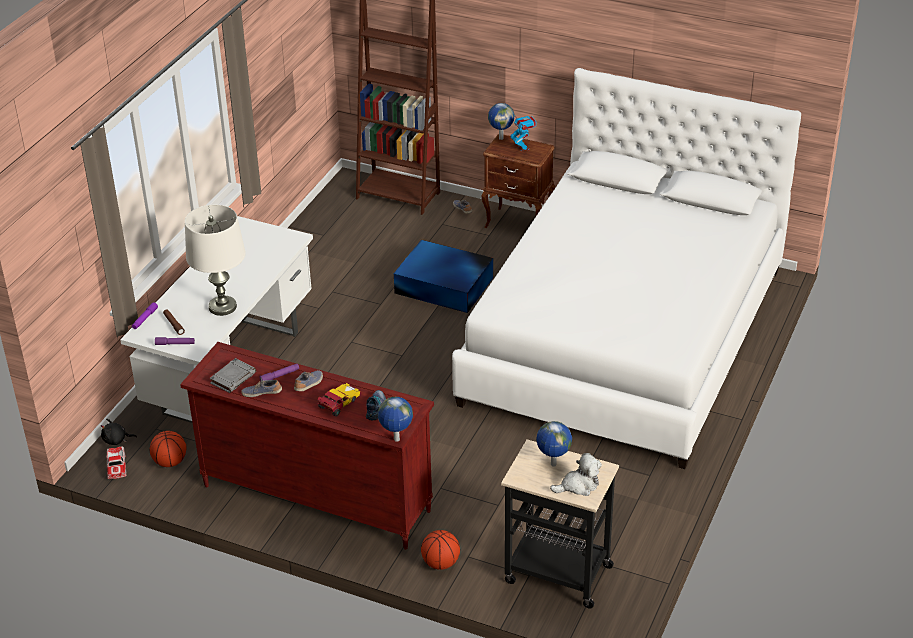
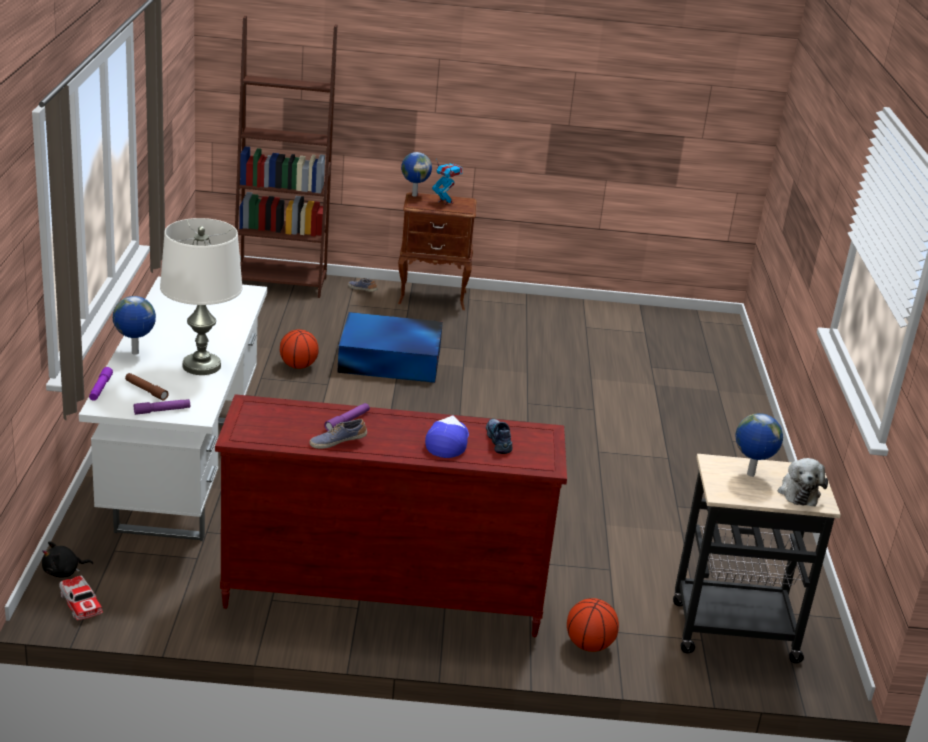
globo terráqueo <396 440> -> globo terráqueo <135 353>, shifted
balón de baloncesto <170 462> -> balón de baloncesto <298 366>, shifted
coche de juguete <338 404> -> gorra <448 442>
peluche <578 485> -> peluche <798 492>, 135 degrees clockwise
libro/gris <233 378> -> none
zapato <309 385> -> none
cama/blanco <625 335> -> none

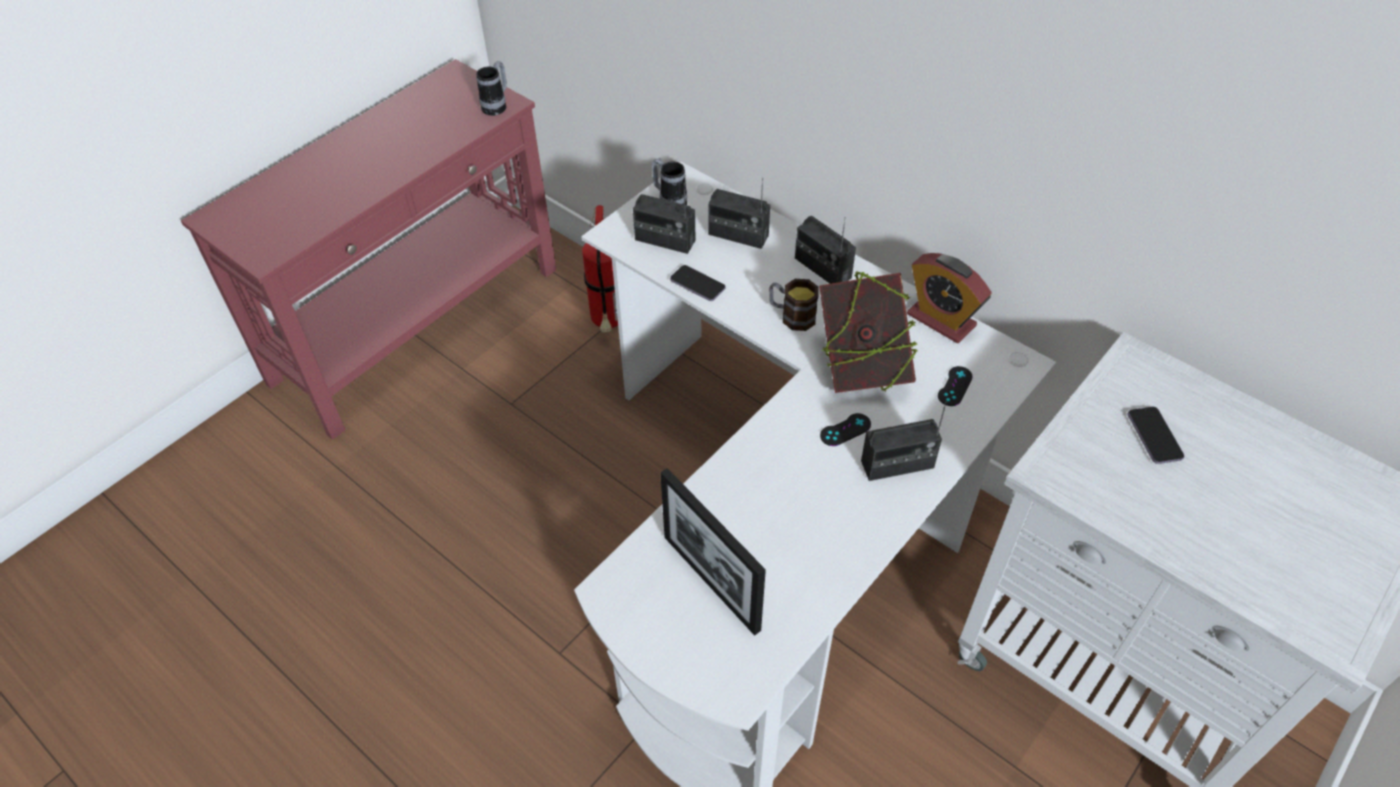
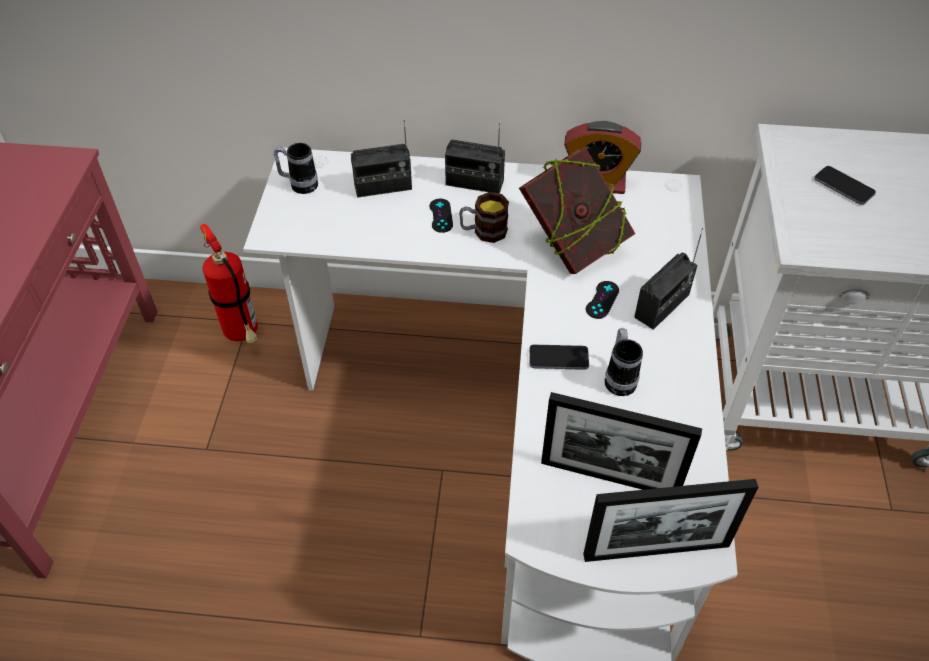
mando de consola/negro <955 386> -> mando de consola/negro <441 215>, shifted
móvil <697 284> -> móvil <558 358>, shifted
none -> portarretratos <656 550>
taza grande <497 106> -> taza grande <619 378>, shifted
radio <665 240> -> none

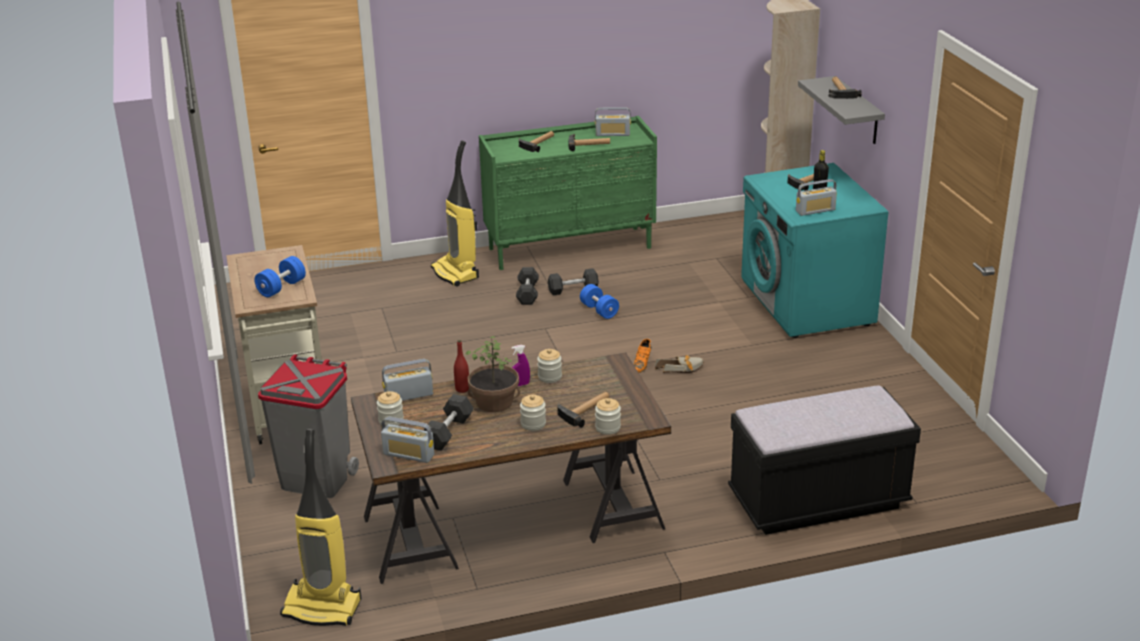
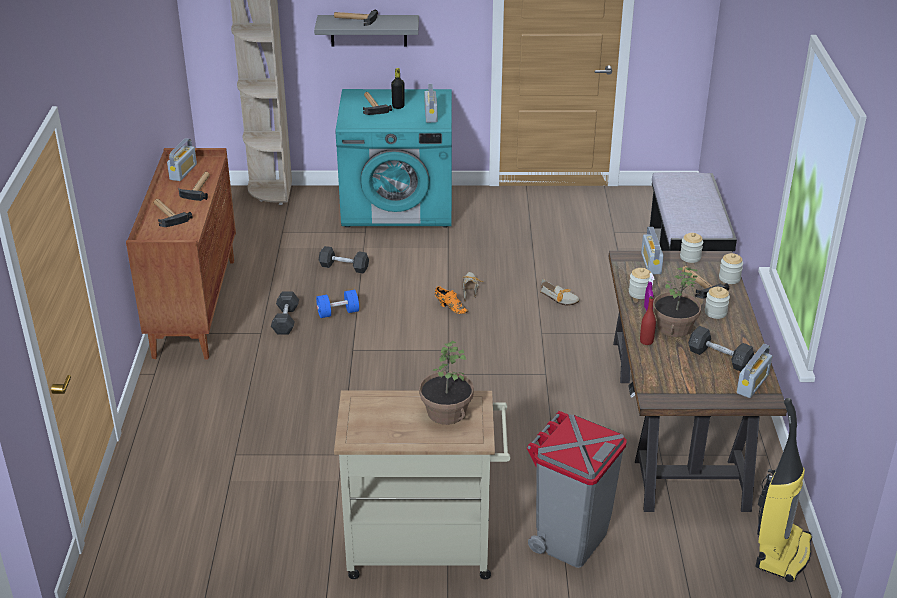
armario/verde <571 248> -> armario/marrón <195 307>
mancuerna/gris <527 293> -> mancuerna/gris <344 267>, shifted
mancuerna/azul <281 288> -> planta en maceta <446 412>
none -> zapato <560 299>
radio <408 396> -> radio <651 263>, shifted
tarro <391 420> -> tarro <690 257>, shifted
aspiradora <456 273> -> none

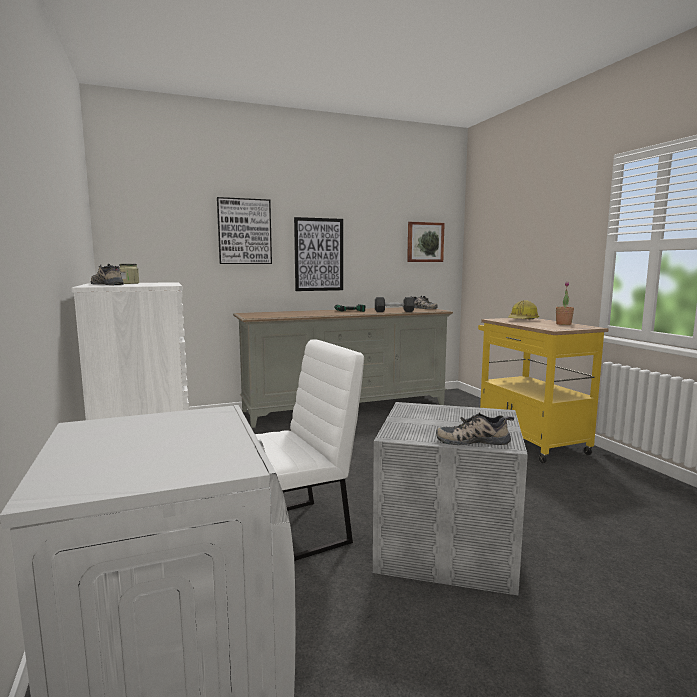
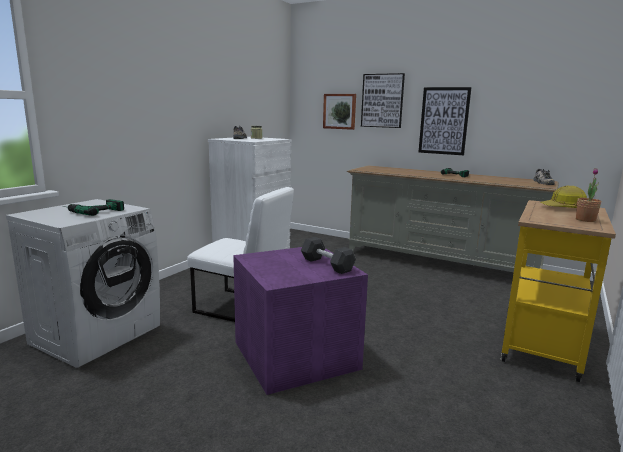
none -> taladro <92 211>
caja de almacenaje/gris <448 546> -> caja de almacenaje/morado <294 356>
mancuerna/negro <394 311> -> mancuerna/negro <327 265>, shifted
cuadro <425 242> -> cuadro <339 111>, shifted
zapato <473 440> -> none

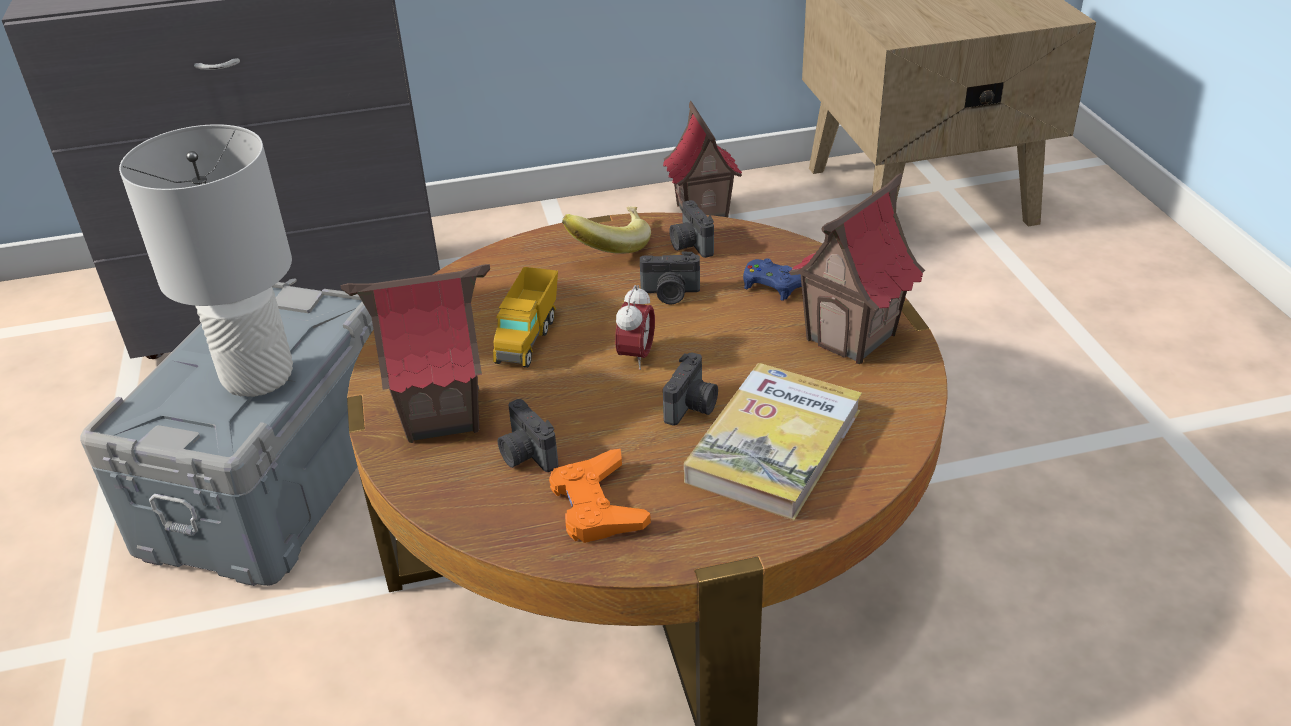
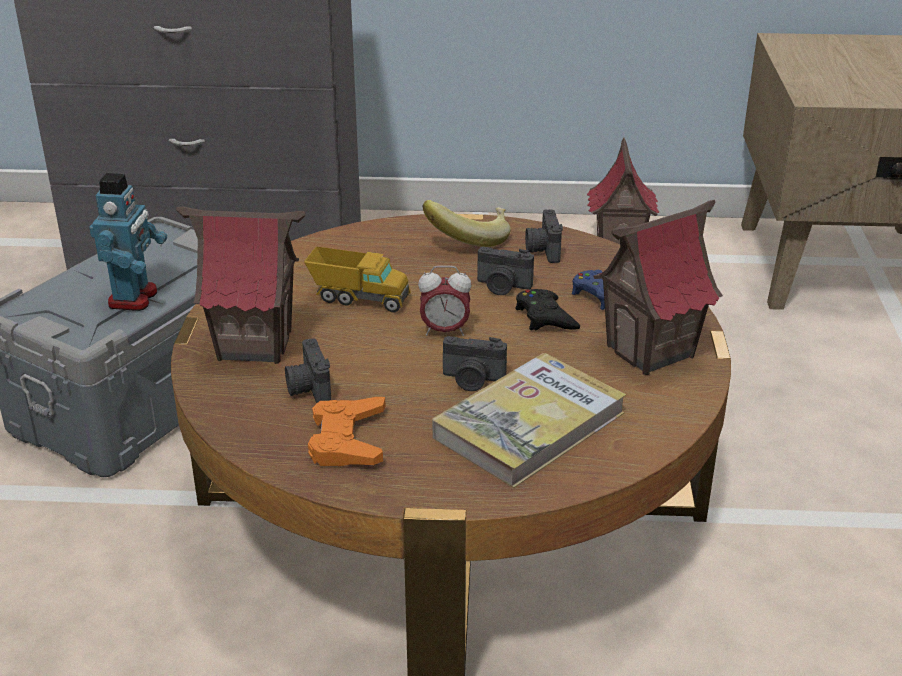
lámpara de mesa/gris <259 381> -> robot de juguete <134 298>
camión de juguete <528 338> -> camión de juguete <359 299>, 105 degrees counterclockwise
despertador <636 356> -> despertador <444 331>, 60 degrees clockwise
cámara <692 407> -> cámara <472 380>, 60 degrees clockwise
none -> mando de consola/negro <545 317>

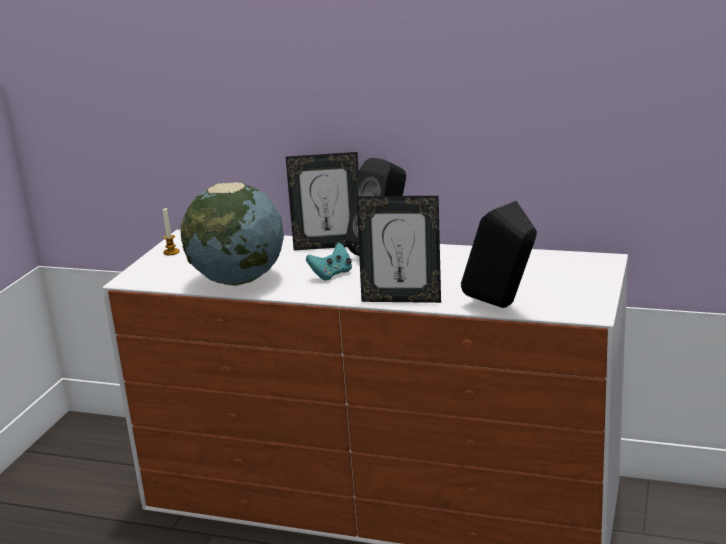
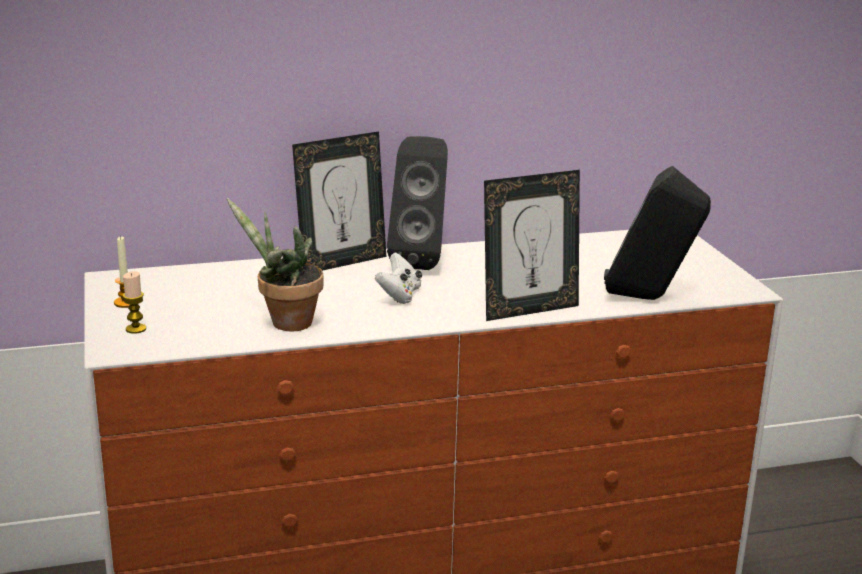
none -> vela <136 329>
globo terráqueo <238 280> -> planta en maceta <285 323>
mando de consola/turquesa <331 274> -> mando de consola/blanco <399 296>

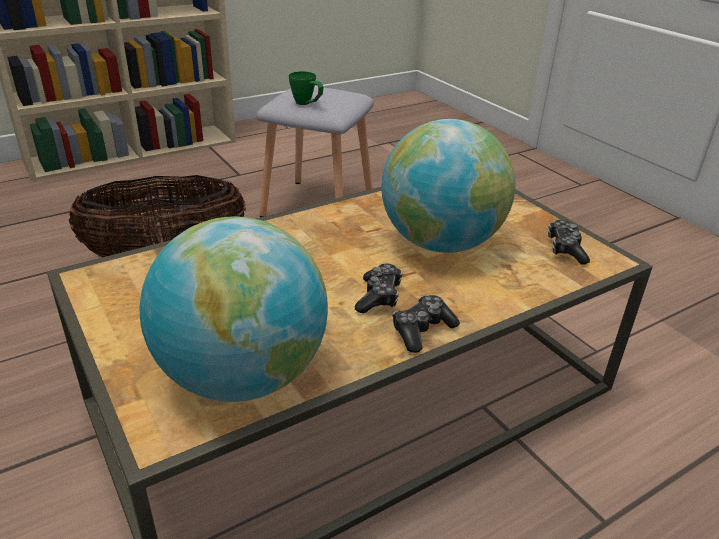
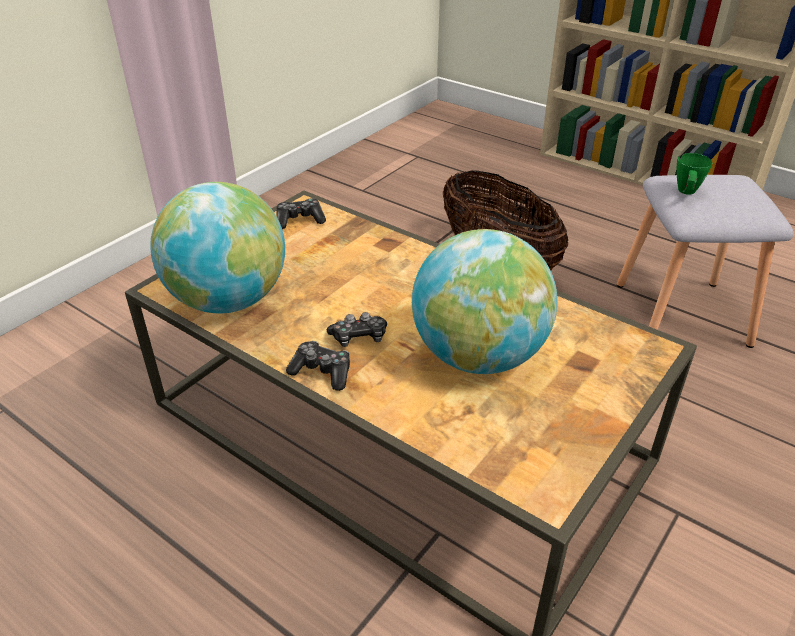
mando de consola <565 249> -> mando de consola <299 220>, shifted

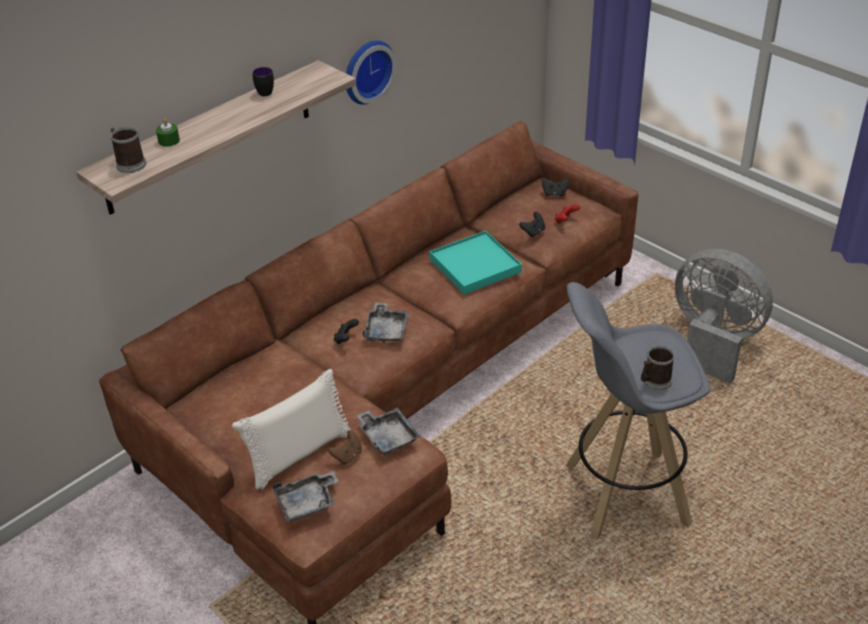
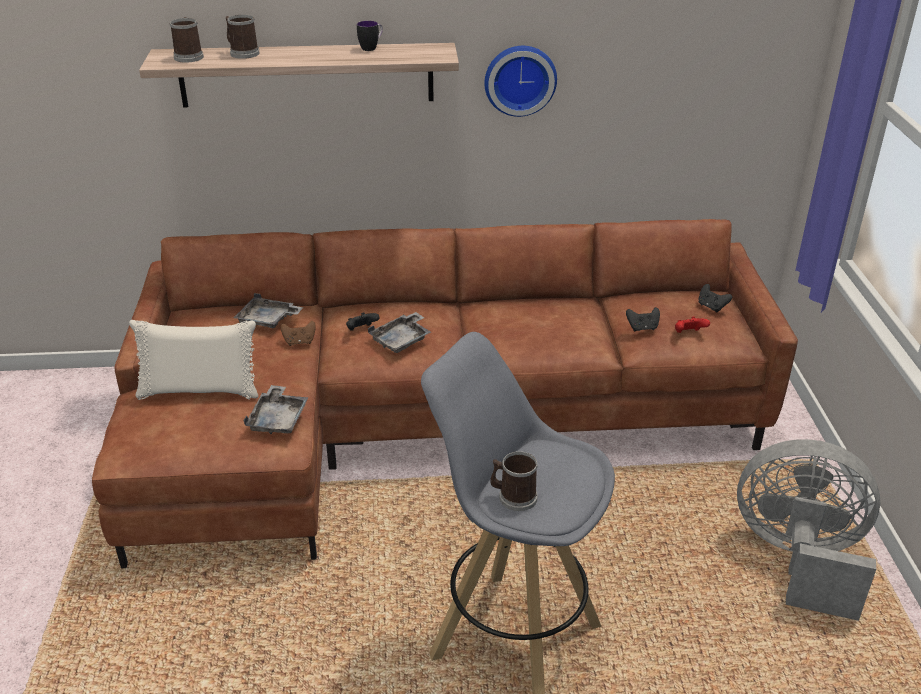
vela/verde <169 141> -> taza grande <242 53>
bandeja/gris <307 503> -> bandeja/gris <268 320>, shifted
mando de consola/marrón <347 456> -> mando de consola/marrón <299 342>, shifted
ventilador/gris <713 342> -> ventilador/gris <798 559>, 60 degrees counterclockwise
bandeja/turquesa <475 266> -> none

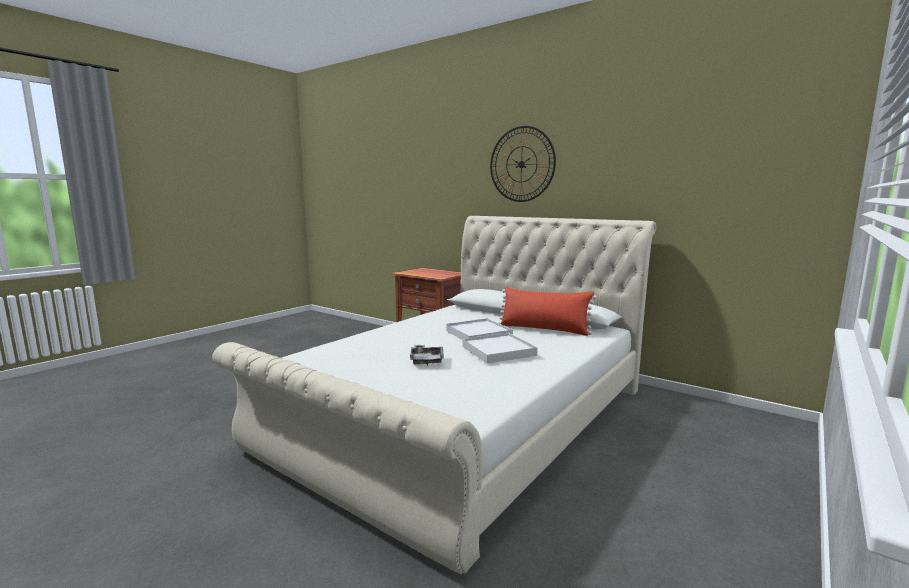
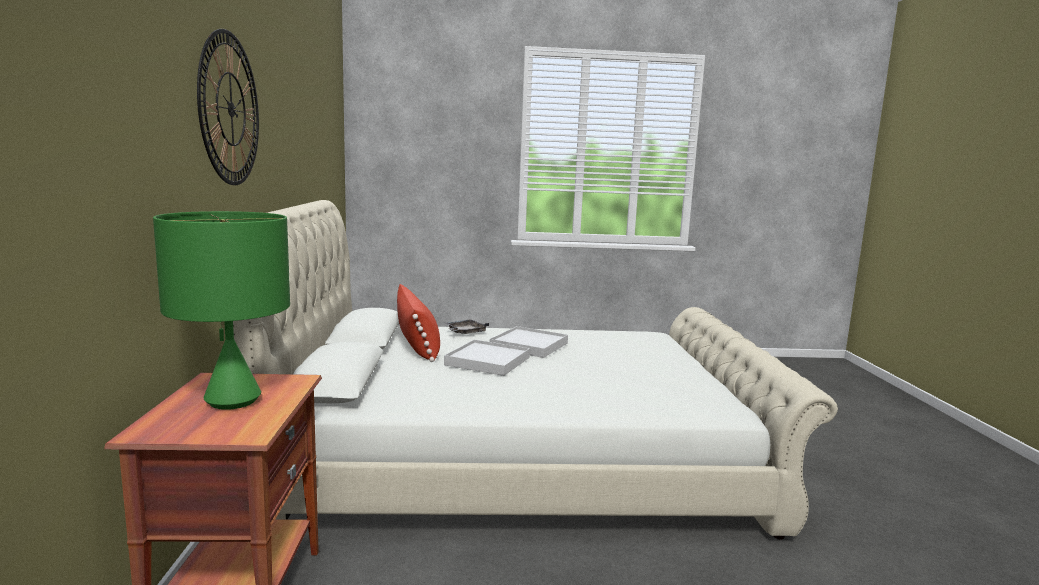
none -> lámpara de mesa/verde <233 401>
bandeja/gris <426 360> -> bandeja/gris <465 332>, shifted

